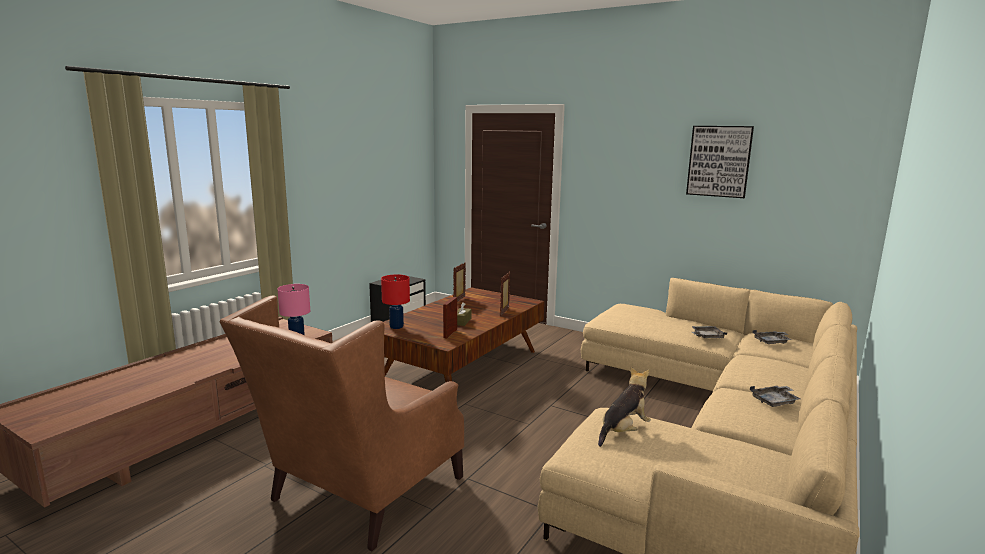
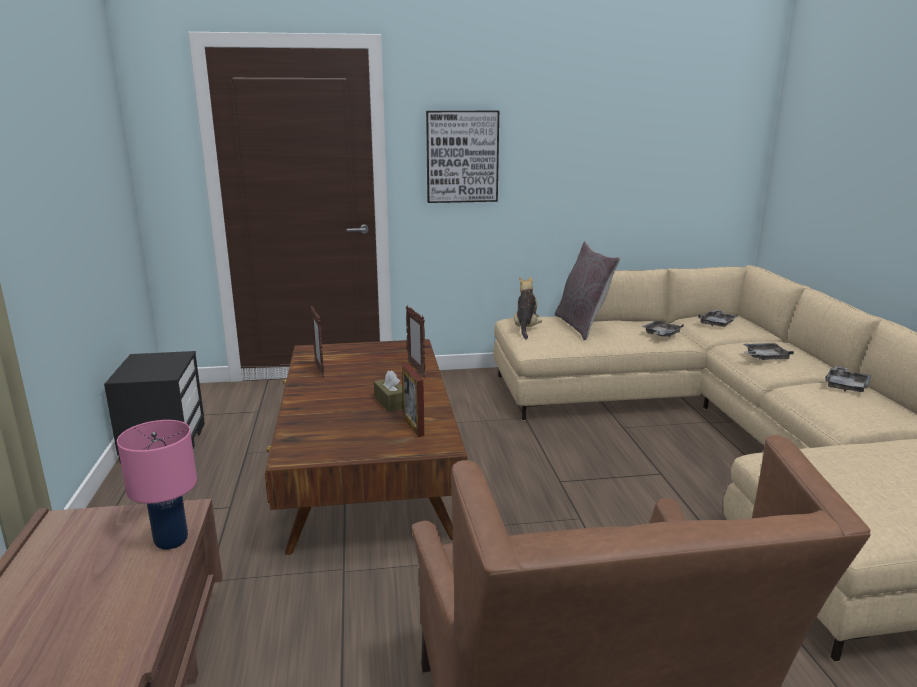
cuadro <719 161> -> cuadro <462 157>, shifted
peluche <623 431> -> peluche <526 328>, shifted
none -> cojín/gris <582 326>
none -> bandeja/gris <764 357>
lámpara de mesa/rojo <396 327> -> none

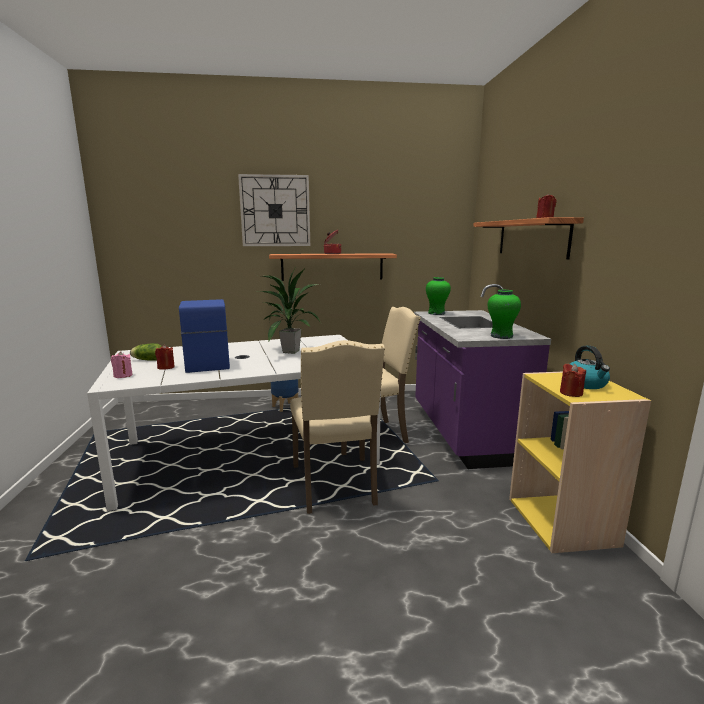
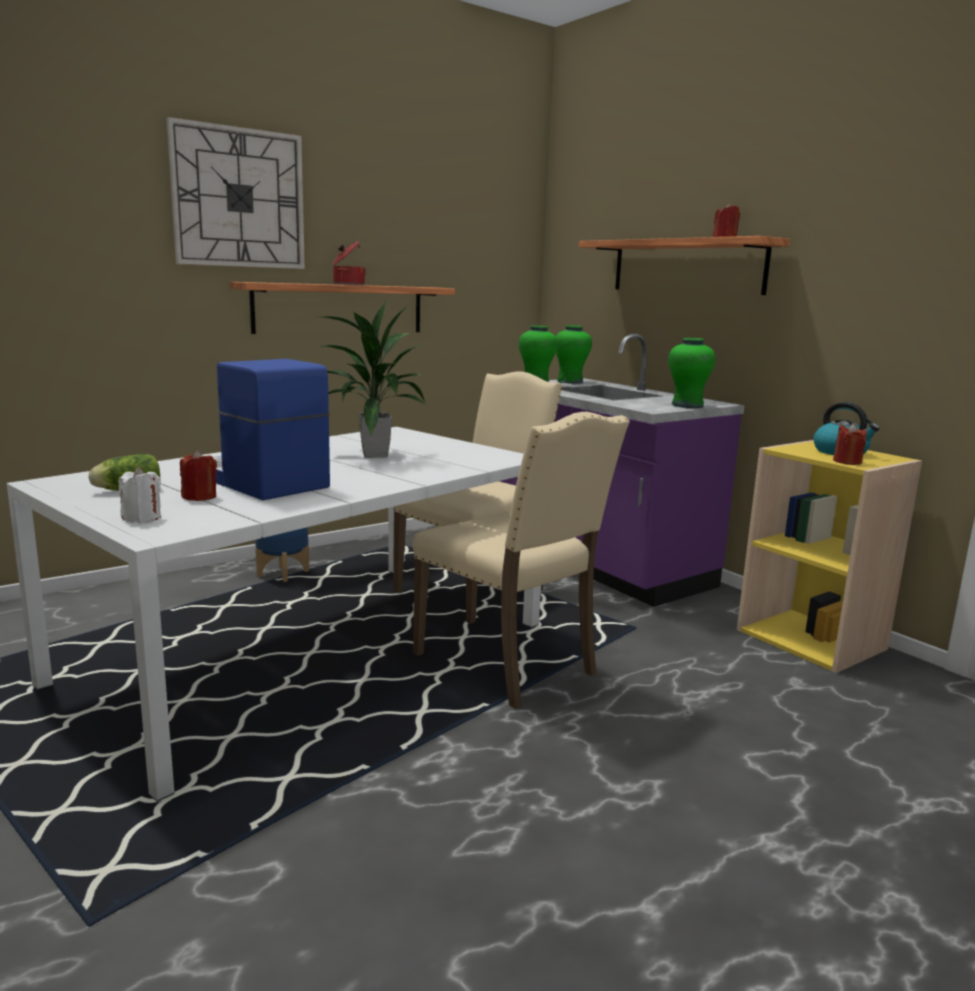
vela/rosa <123 375> -> vela/blanco <142 518>
none -> florero/verde <570 382>

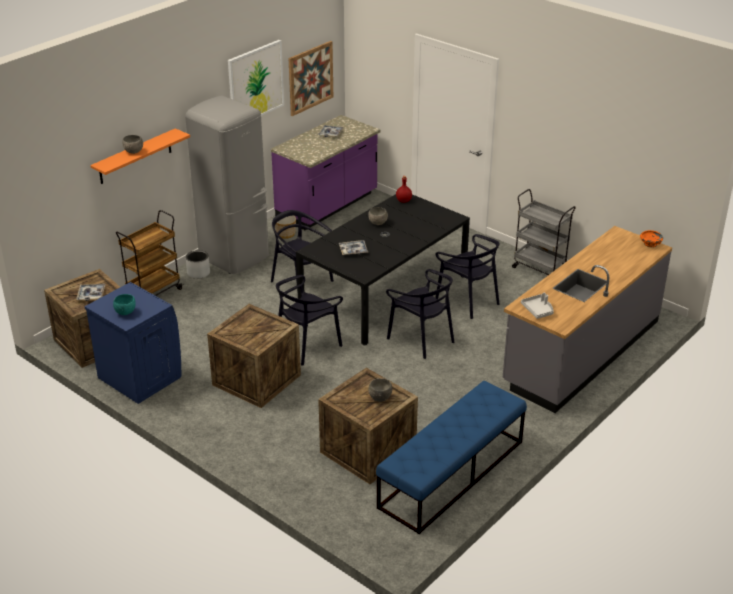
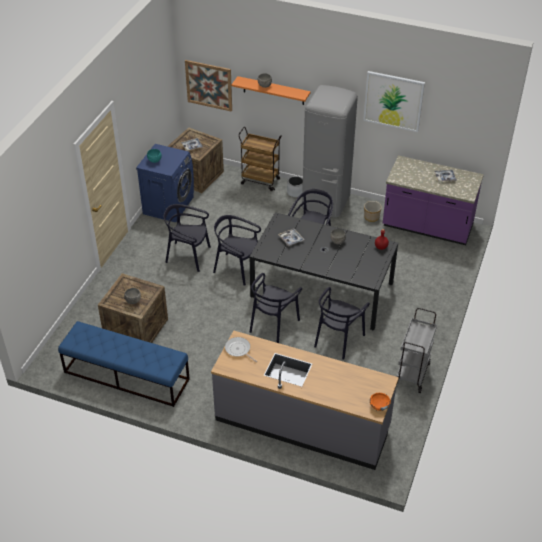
caja de embalaje <256 380> -> silla/negro <188 256>
cuadro <310 78> -> cuadro <209 85>, shifted
bandeja/gris <538 310> -> sartén <238 350>

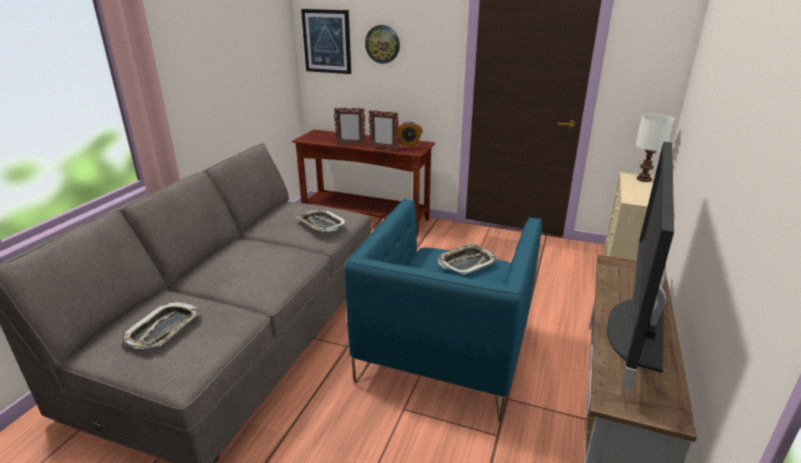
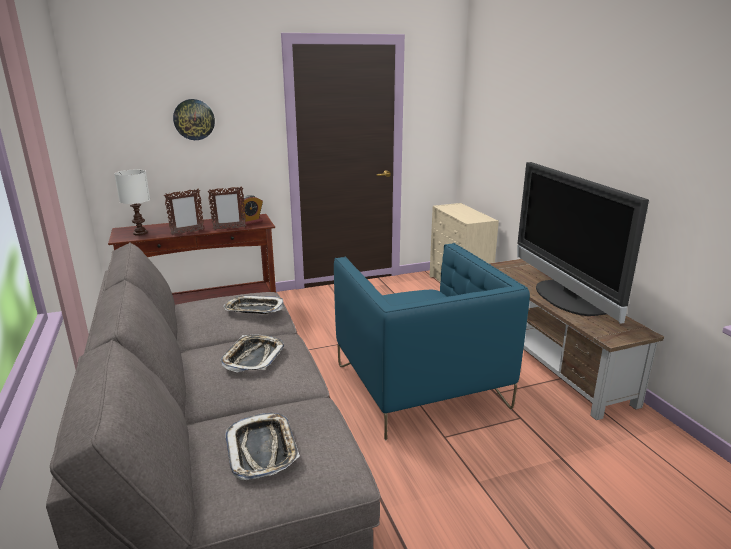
lámpara de mesa/blanco <644 179> -> lámpara de mesa/blanco <141 233>, shifted
bandeja <466 263> -> bandeja <253 357>, shifted
cuadro <327 41> -> none

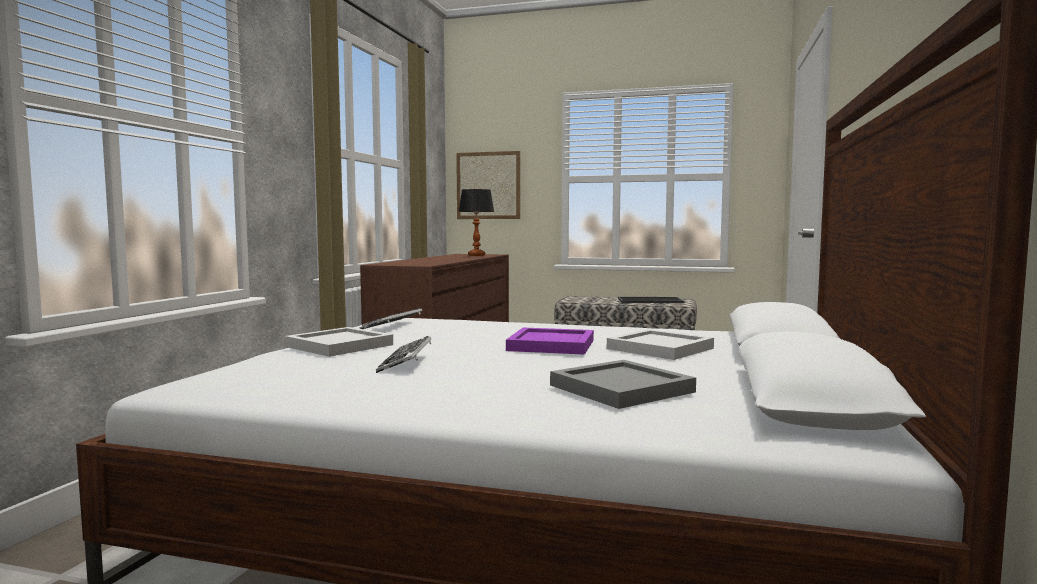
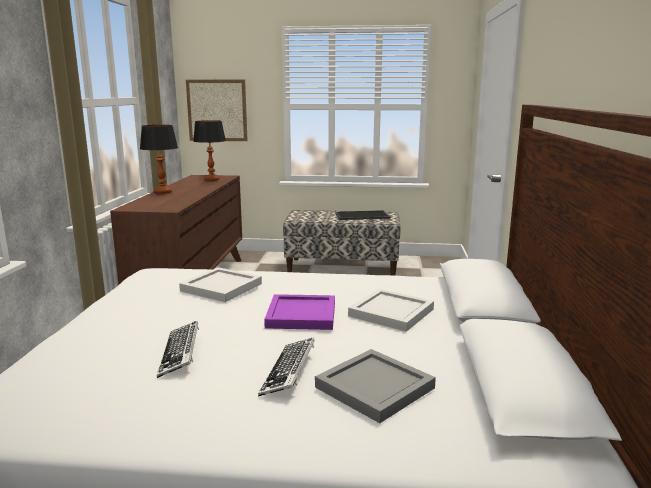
none -> lámpara de mesa <162 192>
bandeja/blanco <337 346> -> bandeja/blanco <220 287>, shifted
teclado <393 325> -> teclado <289 372>, shifted

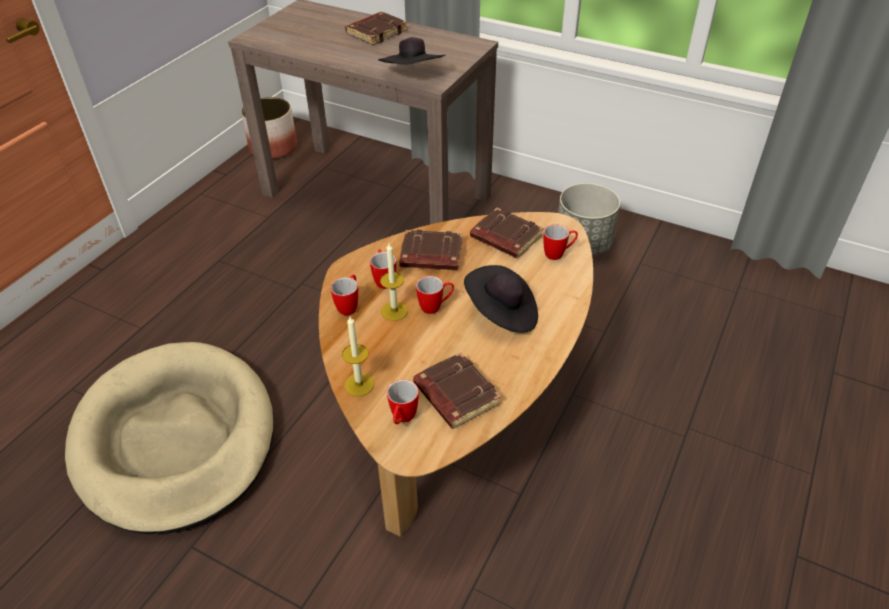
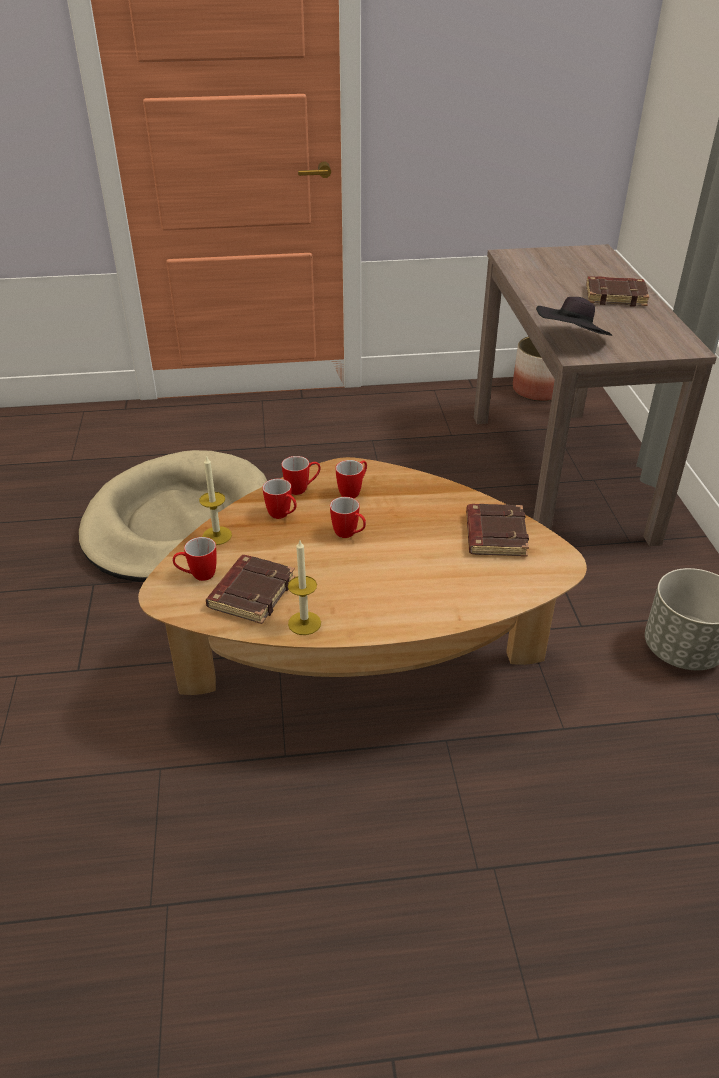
taza grande <558 254> -> taza grande <283 516>, shifted
vela <394 311> -> vela <304 623>, shifted
libro/marrón <430 256> -> none
sombrero/negro <502 313> -> none

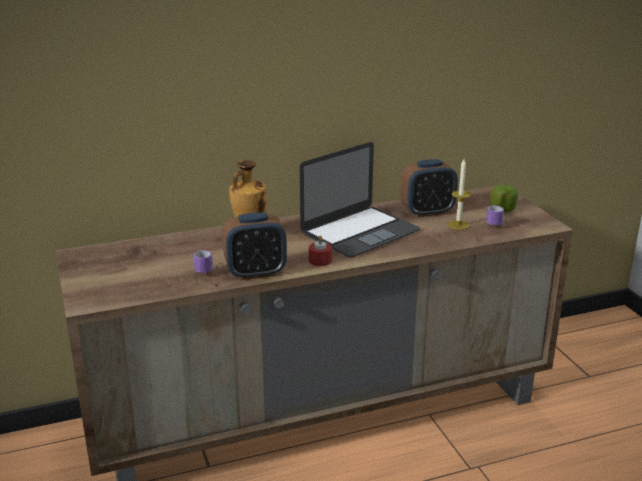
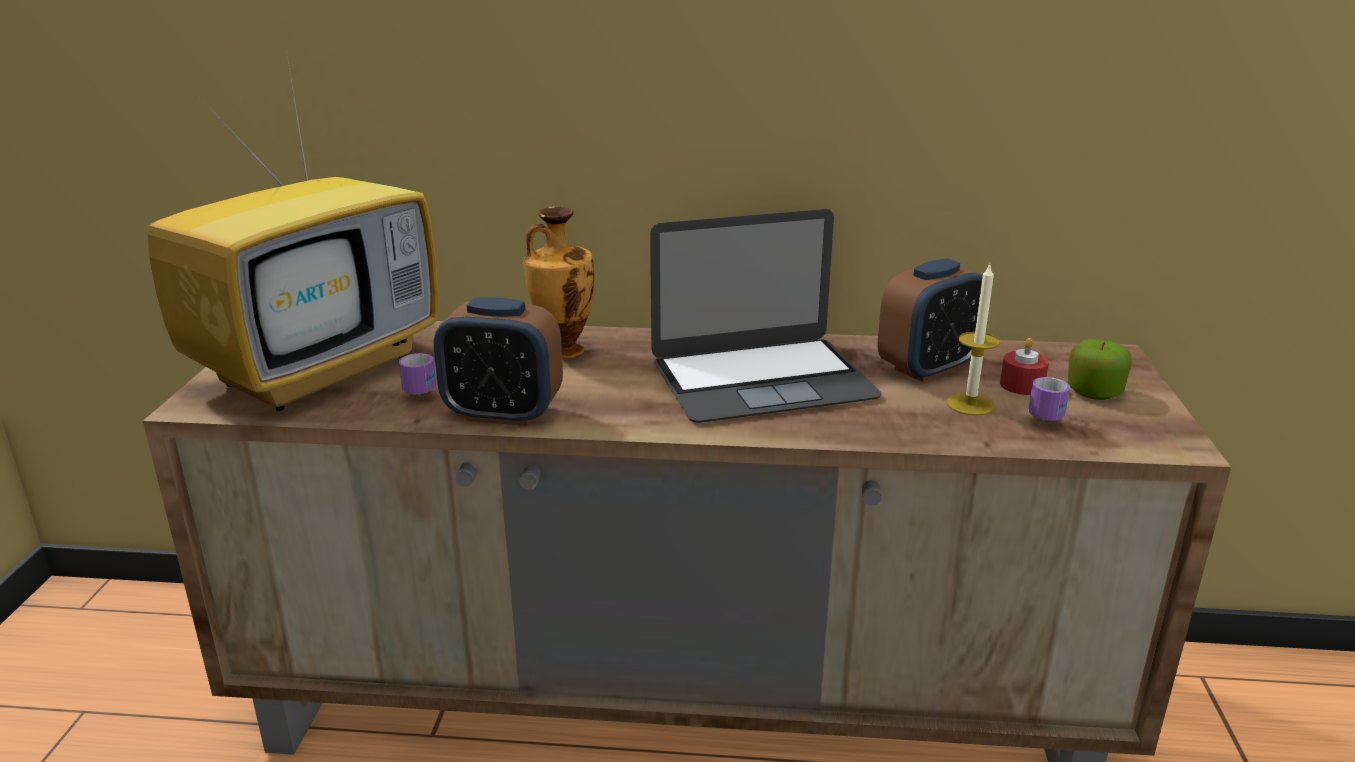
none -> televisor <320 368>
despertador <427 212> -> despertador <928 368>, 45 degrees counterclockwise
vela/rojo <320 260> -> vela/rojo <1022 385>, shifted

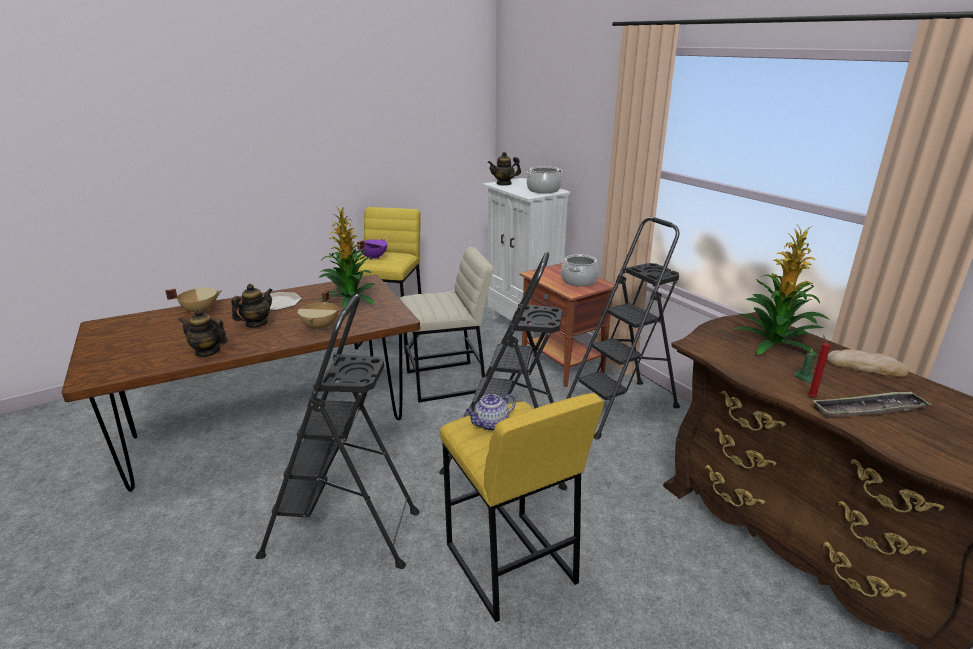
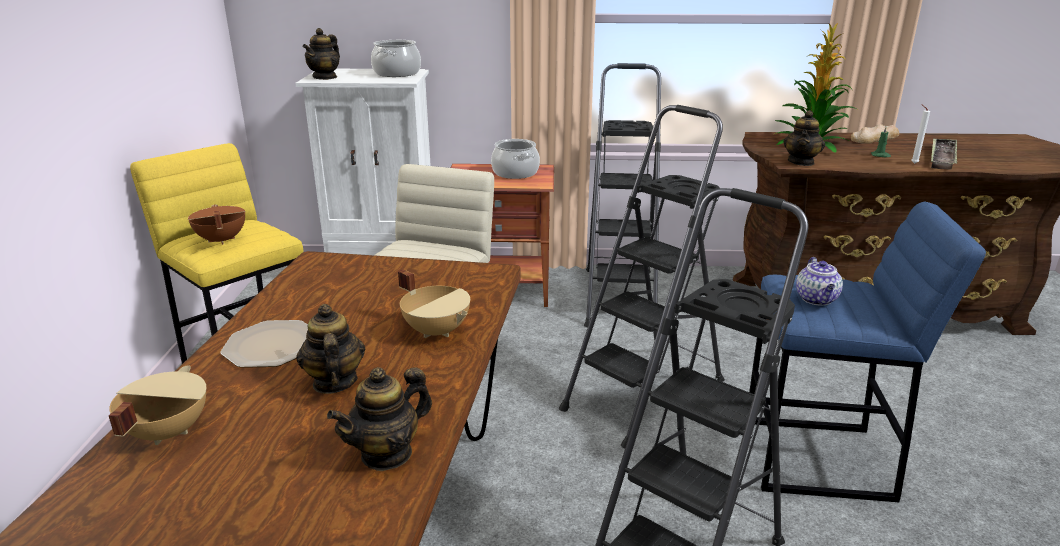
olla/morado <373 257> -> olla/marrón <220 240>
taburete/amarillo <512 565> -> taburete/azul <820 459>
none -> tetera <801 162>
vela/rojo <810 397> -> vela/blanco <913 163>
planta en maceta <349 299> -> none

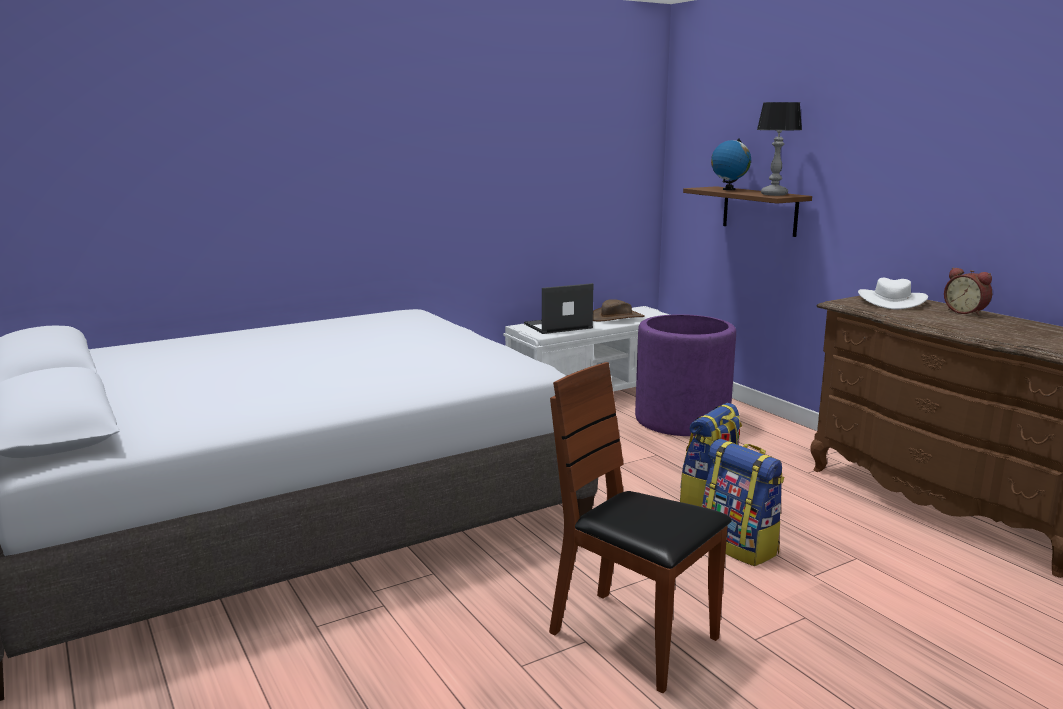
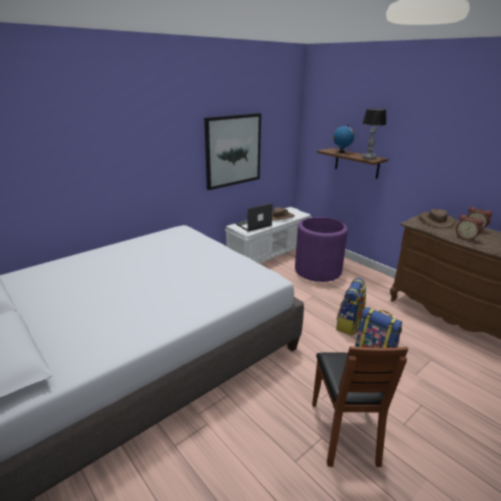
none -> cuadro <233 150>
silla/marrón <633 638> -> silla/marrón <345 432>, 120 degrees counterclockwise
sombrero/blanco <891 301> -> sombrero/marrón <436 221>
none -> despertador <466 238>

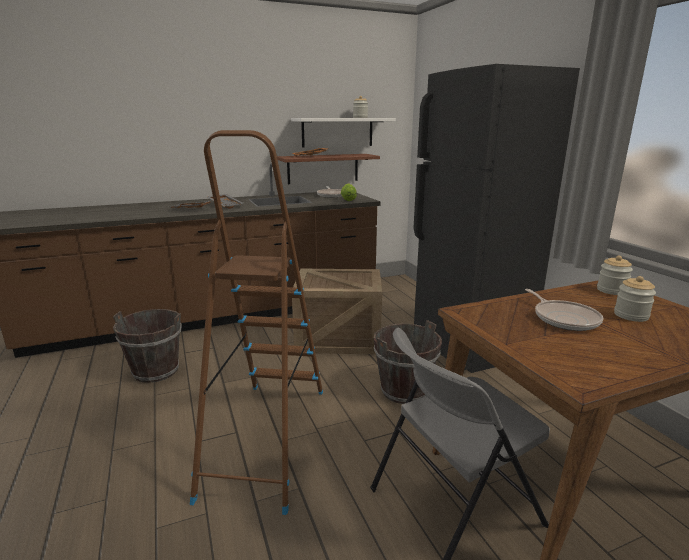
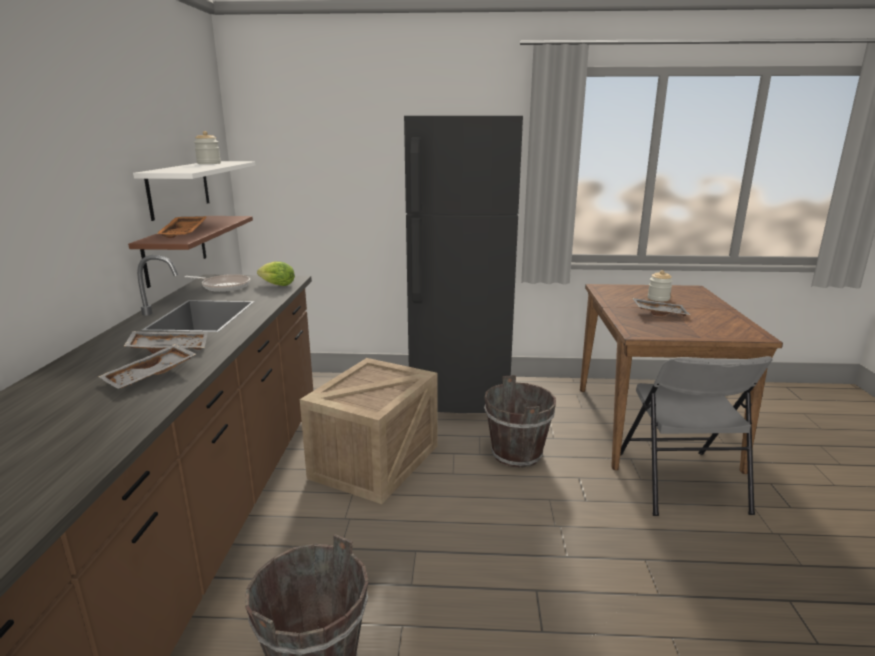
sartén <564 318> -> bandeja/gris <659 313>
escalera de tijera/marrón <267 437> -> none
tarro <611 290> -> none

